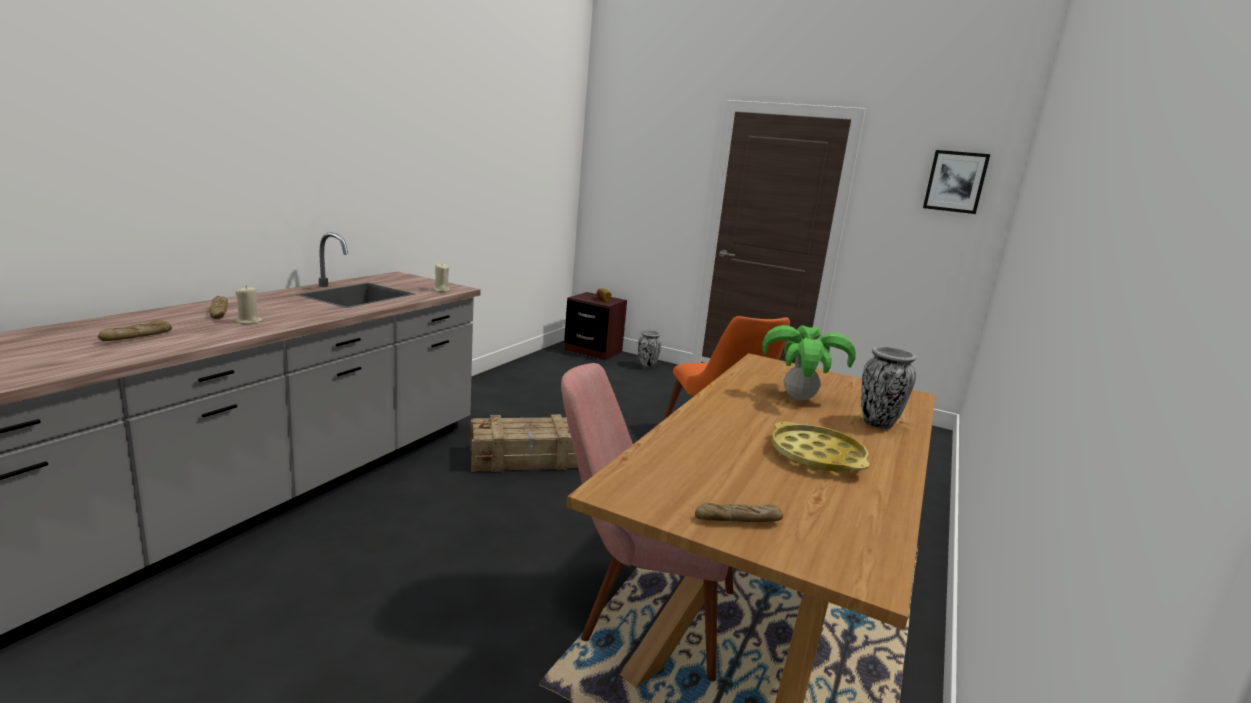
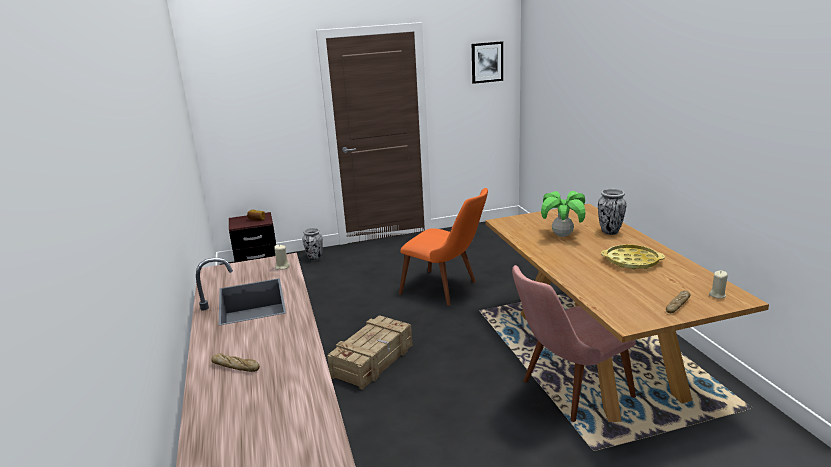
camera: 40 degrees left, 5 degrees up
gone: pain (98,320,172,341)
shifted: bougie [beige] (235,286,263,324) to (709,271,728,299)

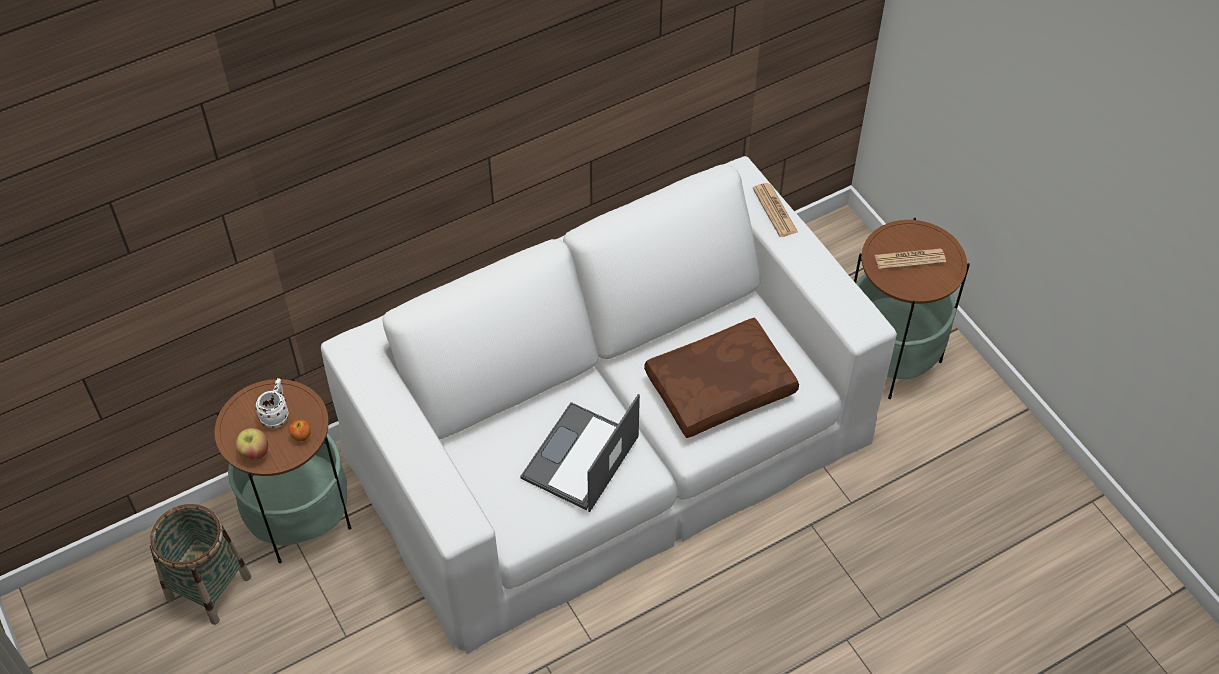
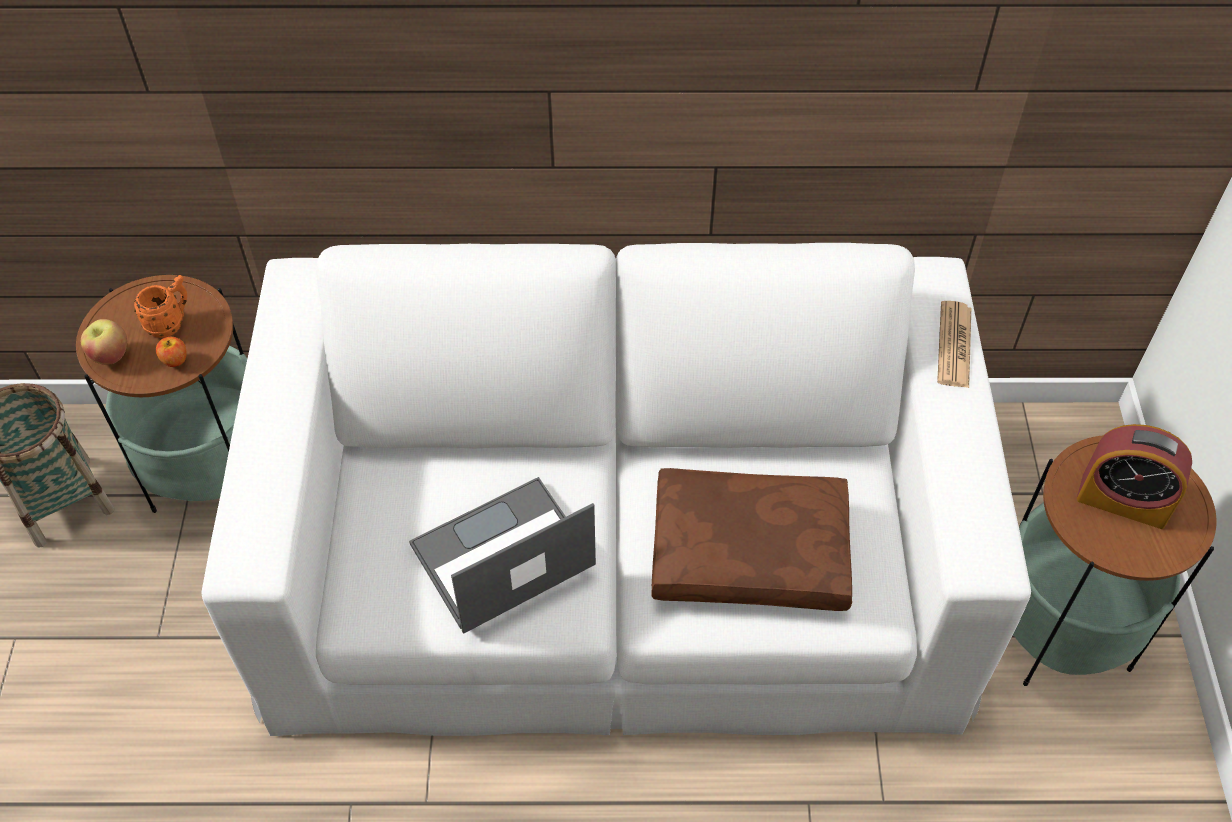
camera: 30 degrees right, 0 degrees up
swapped: journal (875,248,946,270) to réveil (1077,424,1192,529)
repainted: mug [blanc] (255,378,289,428) to mug [orange] (134,275,187,338)

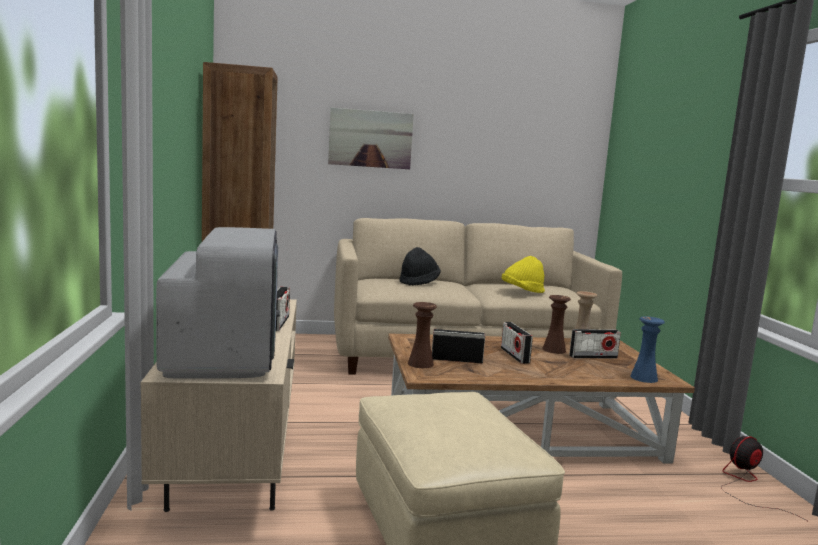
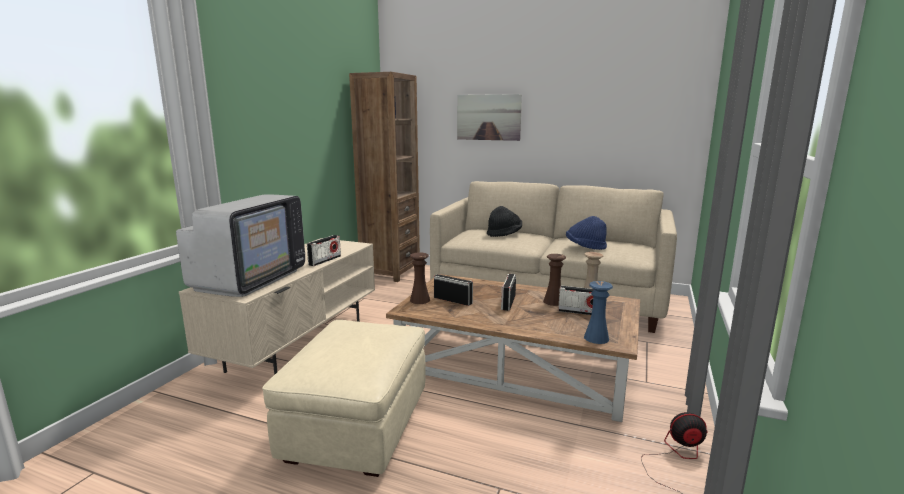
camera: 30 degrees right, 5 degrees up
repainted: chapeau [jaune] (502,256,545,293) to chapeau [bleu] (566,216,607,250)

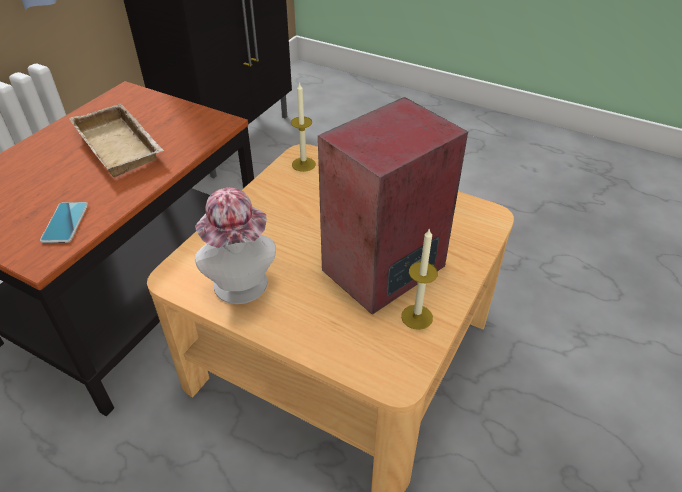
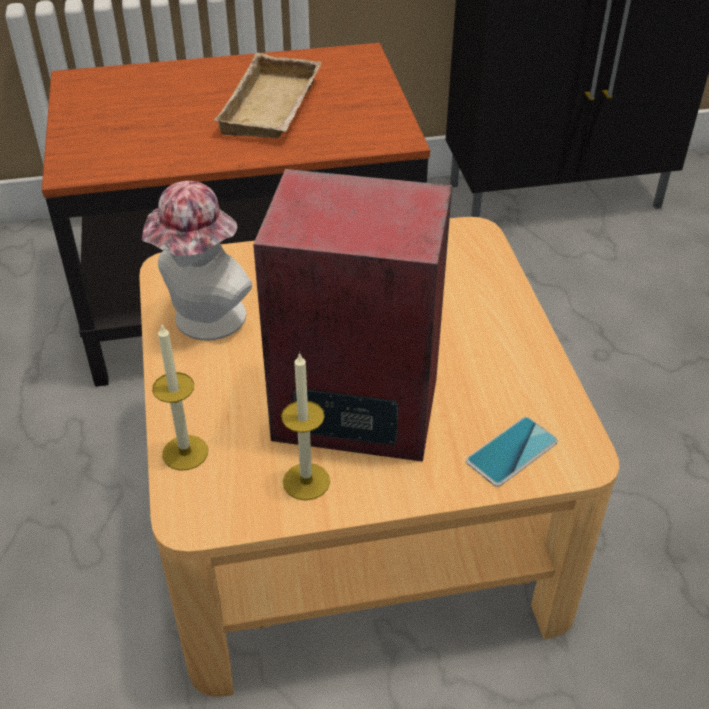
camera: 50 degrees right, 0 degrees up
shifted: téléphone (40,202,88,243) to (466,417,558,487); bougie (291,82,316,172) to (152,325,208,471)

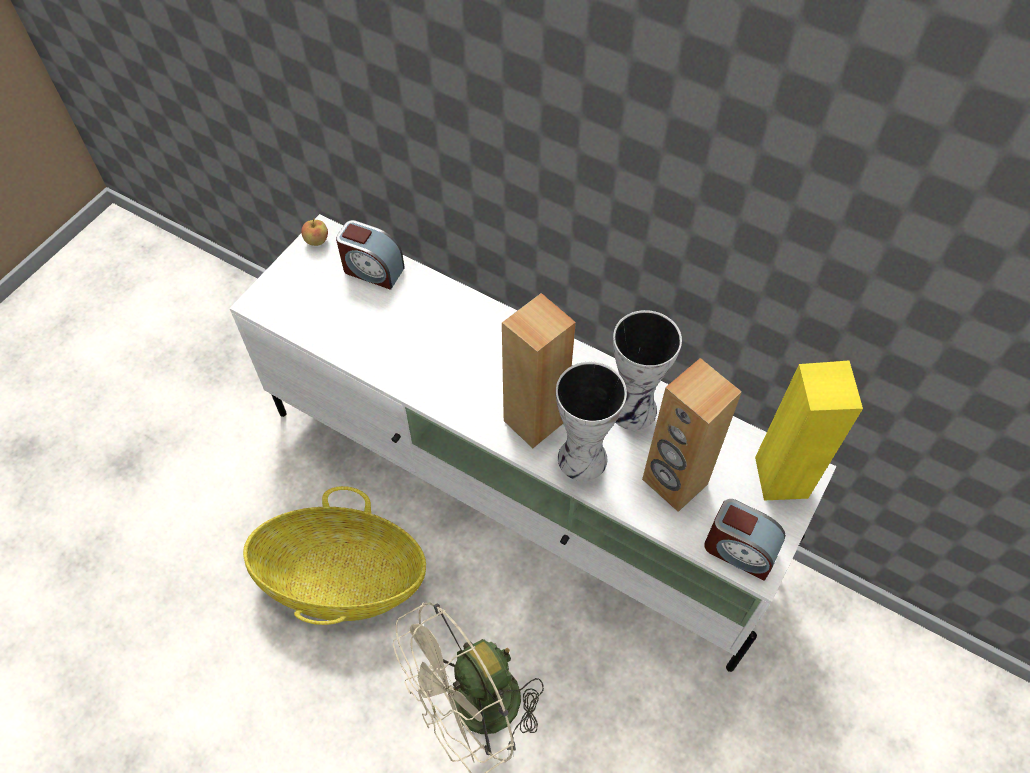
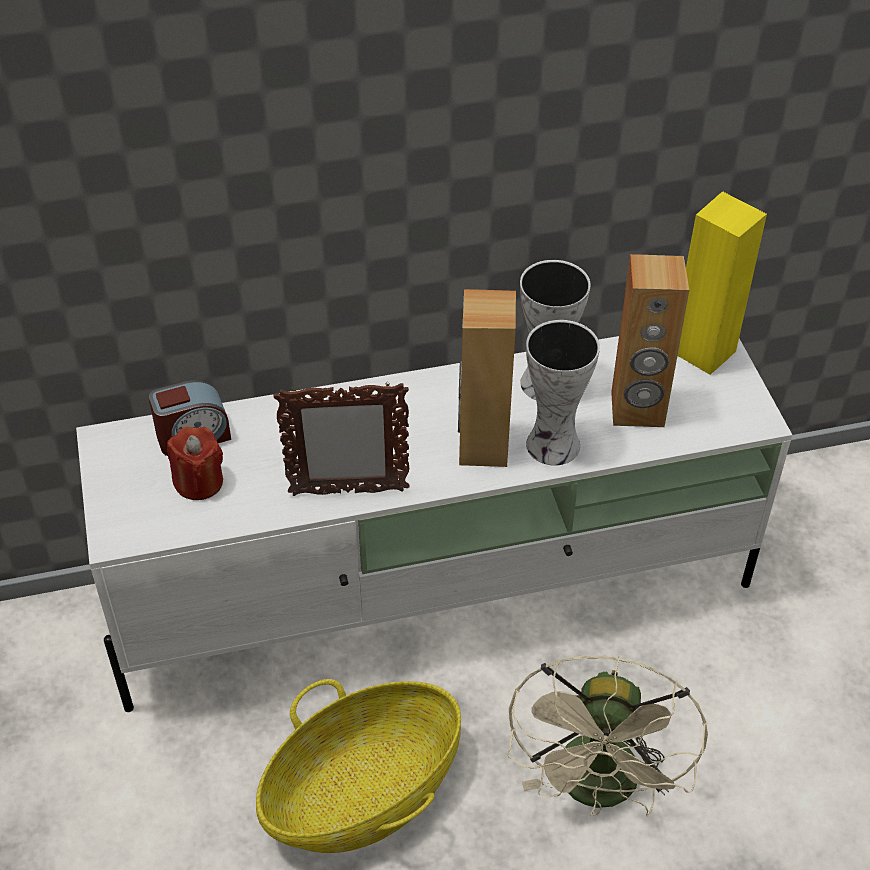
camera: 45 degrees left, 10 degrees down
gone: pomme (301,218,328,246); réveil (704,499,786,581)
new: bougie [rouge] (167,427,223,500); cadre photo (273,382,410,496)

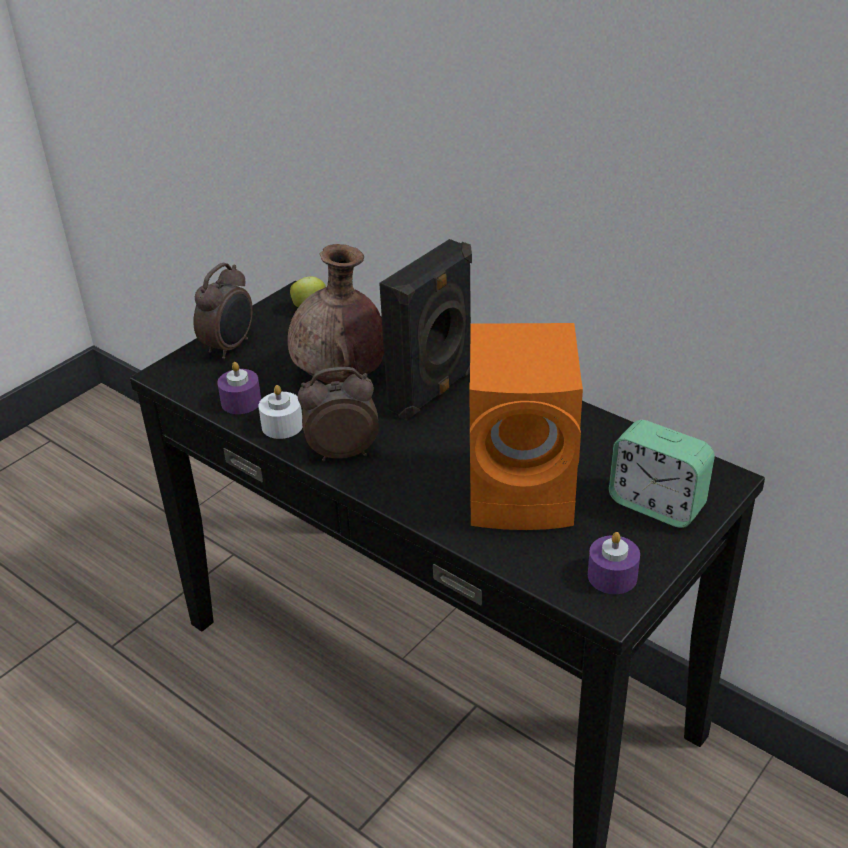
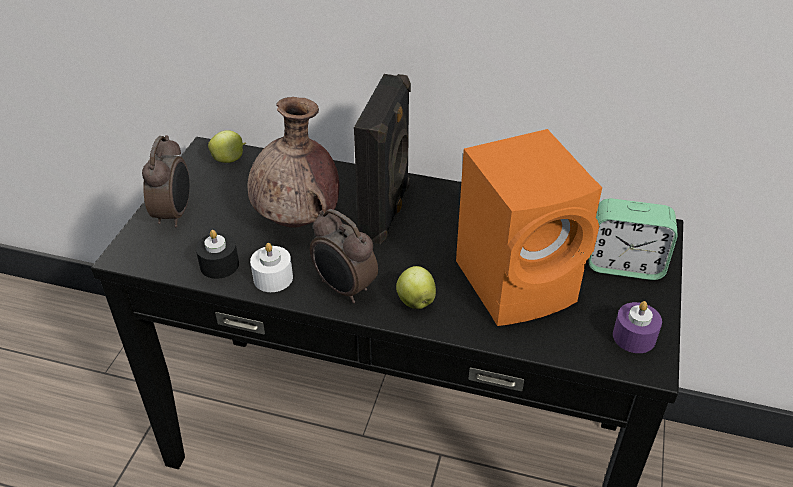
camera: 25 degrees left, 5 degrees up
new: pomme (396,266,436,309)
repainted: bougie [violet] (217,362,261,414) to bougie [noir] (196,230,239,279)
rotated: réveil (297,367,379,461) = (310,209,378,303) 105 degrees counterclockwise

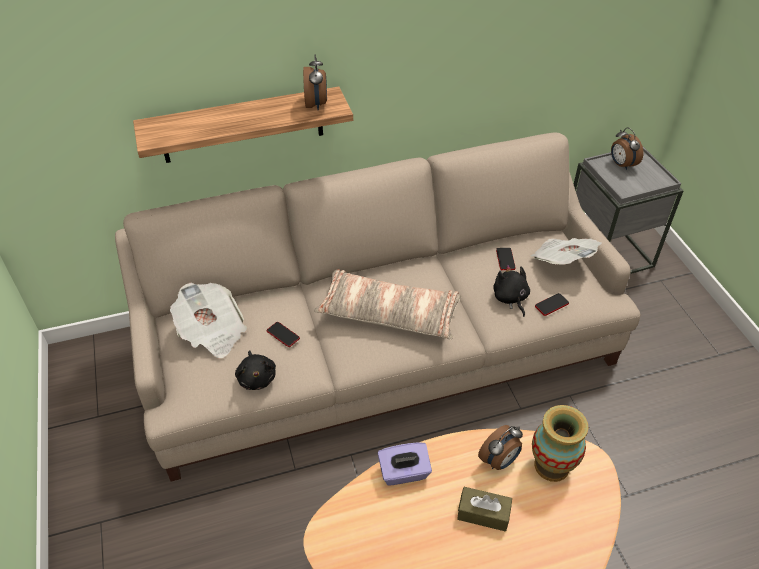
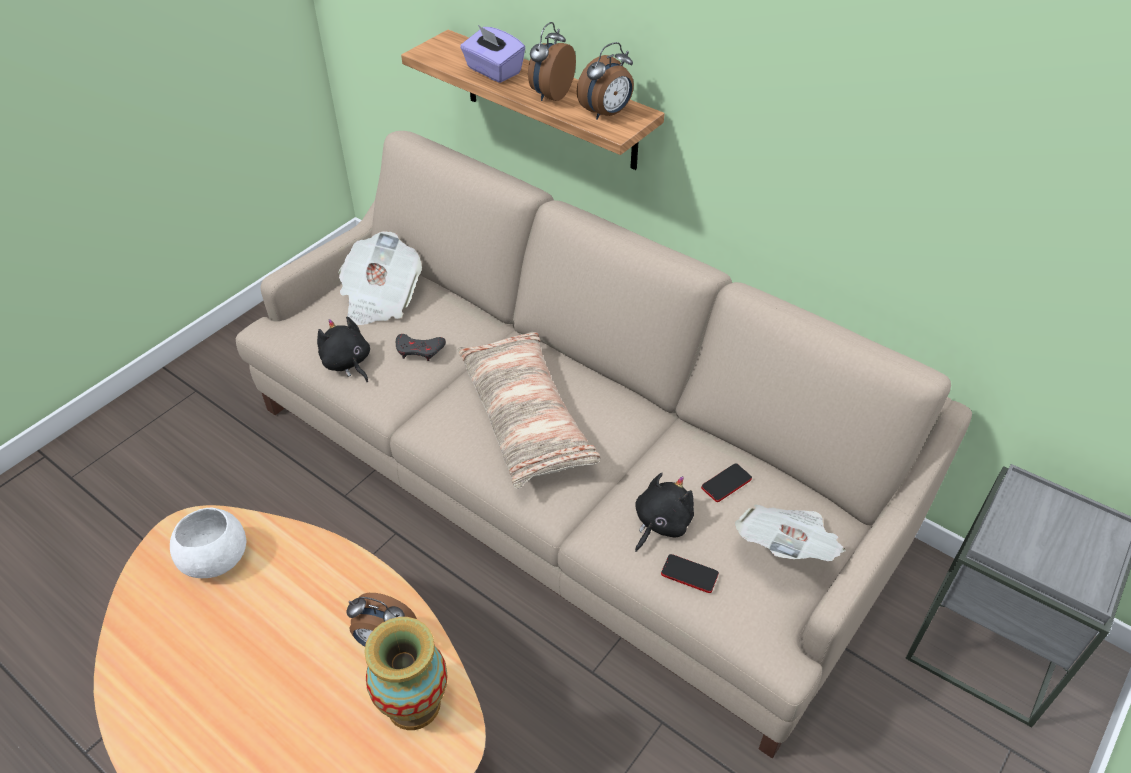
camera: 55 degrees right, 0 degrees up
gone: boîte à mouchoirs [marron] (457,487,512,532)
new: bol [blanc] (170,508,246,578)
shifted: boîte à mouchoirs [violet] (378,442,432,486) to (460,25,525,83); réveil (611,127,643,170) to (528,22,576,101)
swapped: téléphone (267,322,300,347) to manette [gris] (396,334,446,361)
rotated: peluche [noir] (235,350,276,390) = (317,317,370,382) 105 degrees clockwise

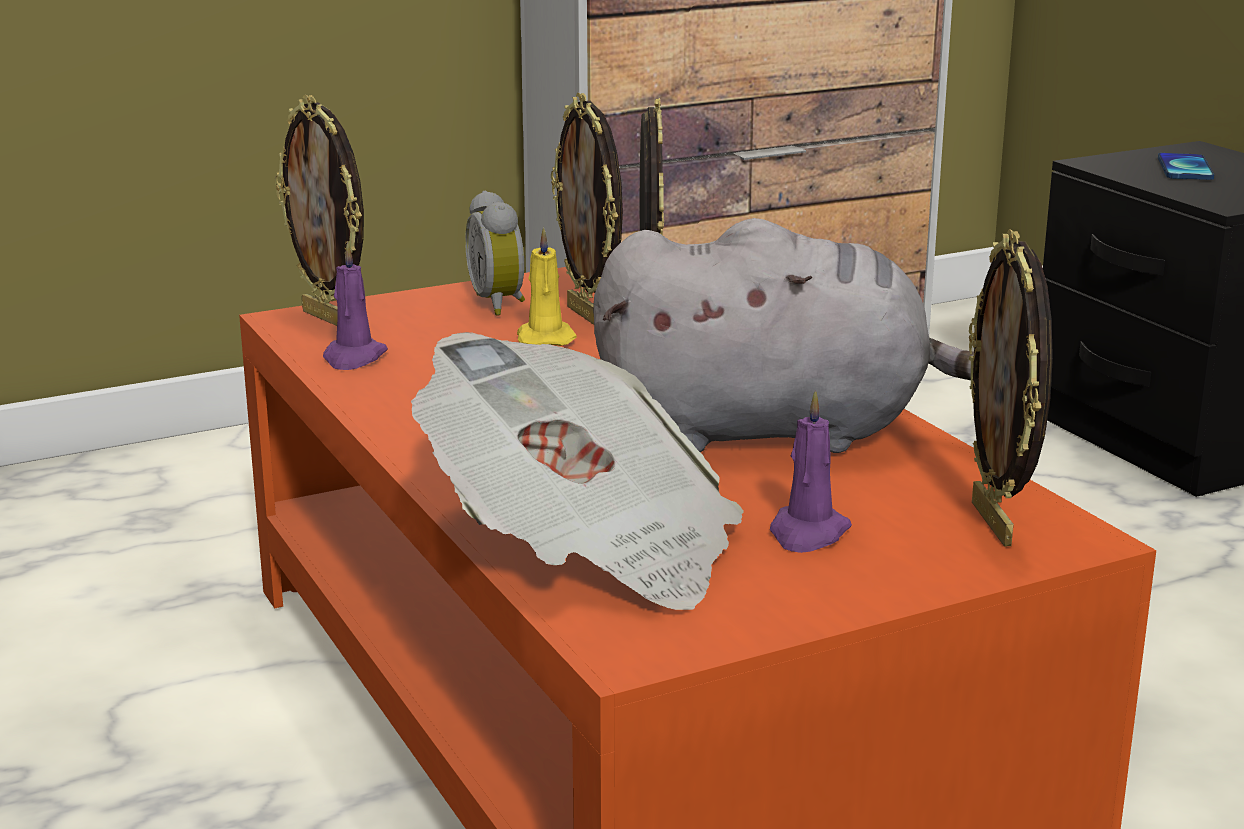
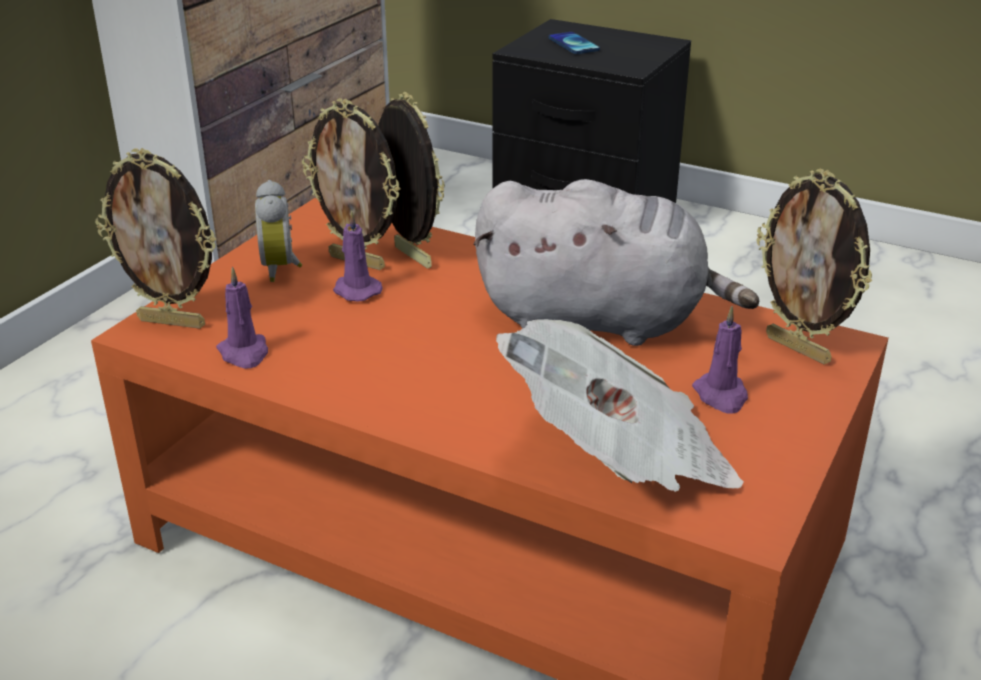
camera: 35 degrees left, 10 degrees up
repainted: bougie [jaune] (517,227,577,346) to bougie [violet] (333,210,383,302)
rotated: réveil (465,191,525,316) = (255,180,302,282) 45 degrees clockwise; peluche [gris] (593,218,974,453) = (473,179,759,346) 45 degrees clockwise

